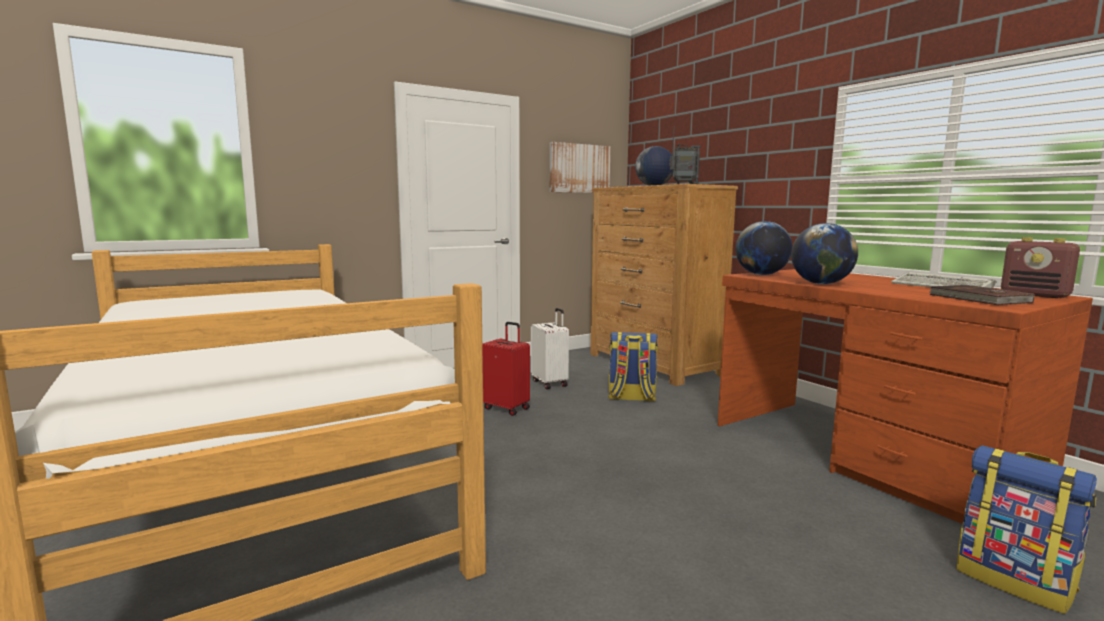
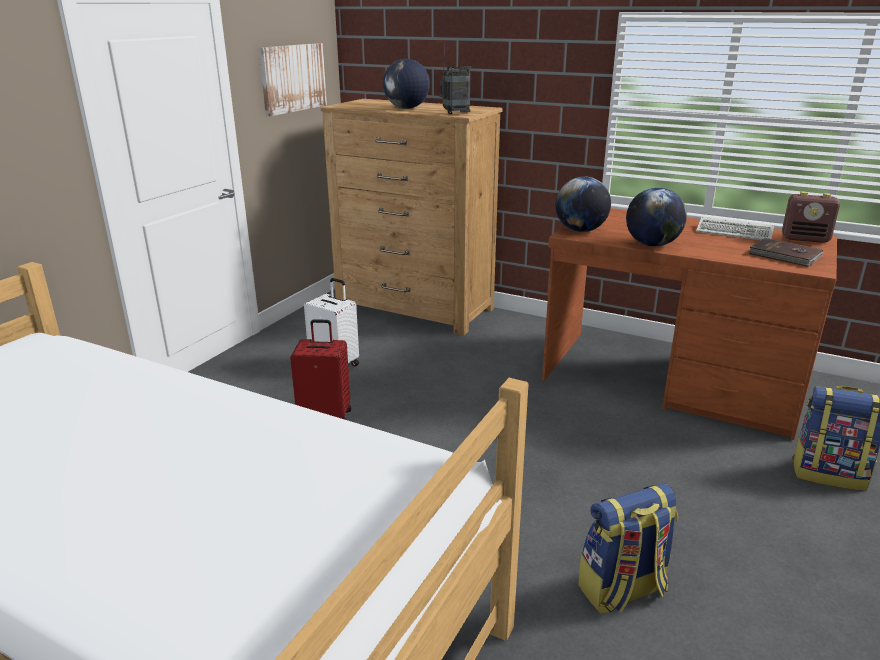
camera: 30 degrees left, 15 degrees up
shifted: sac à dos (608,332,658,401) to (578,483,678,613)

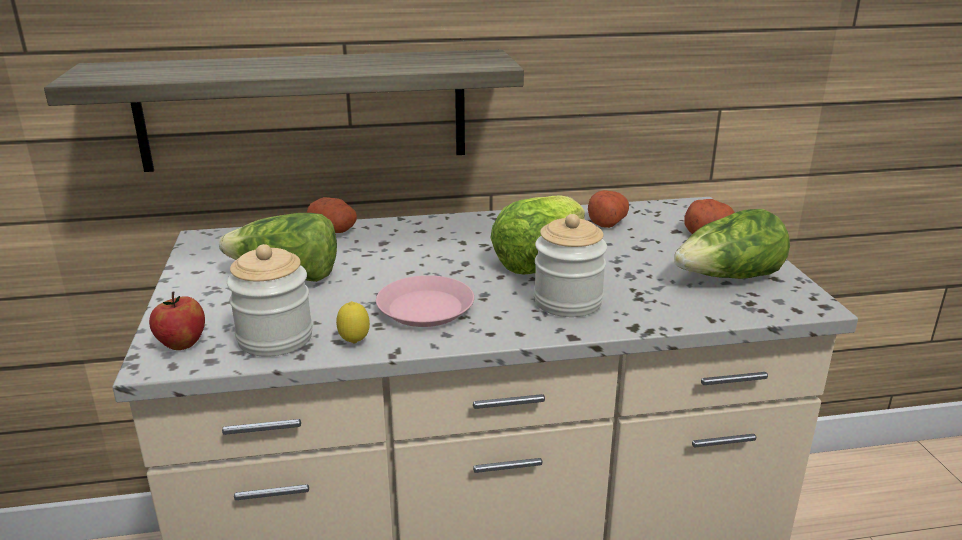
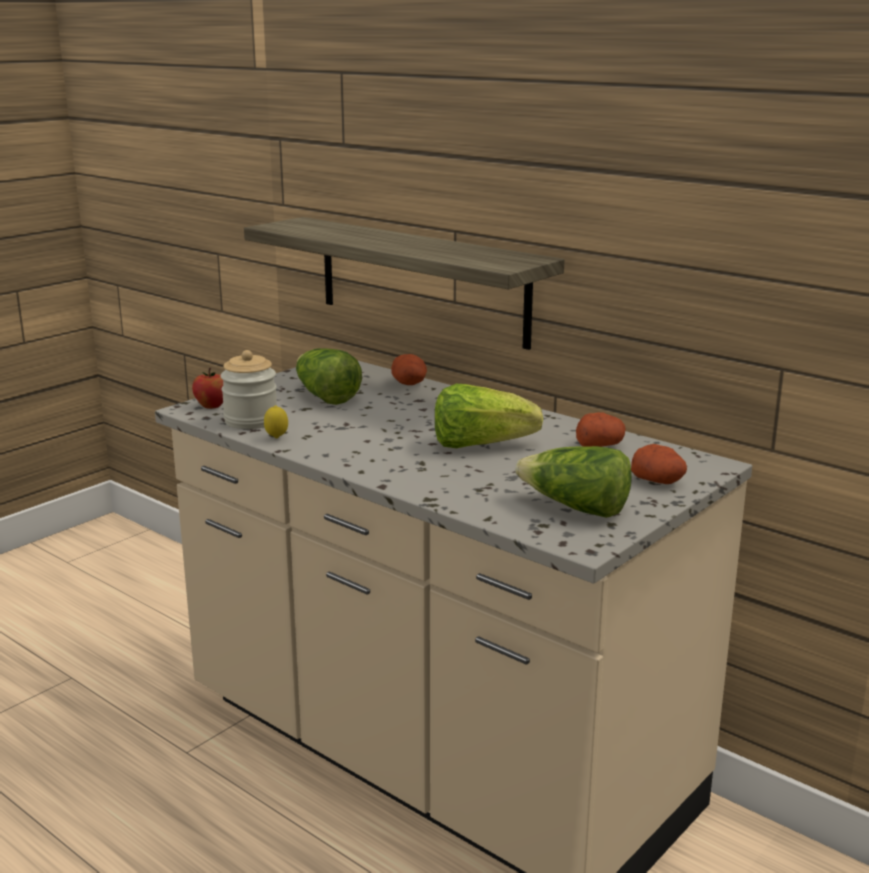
camera: 50 degrees right, 5 degrees down
gone: assiette [rose] (376,275,474,327); bocal (534,214,607,317)

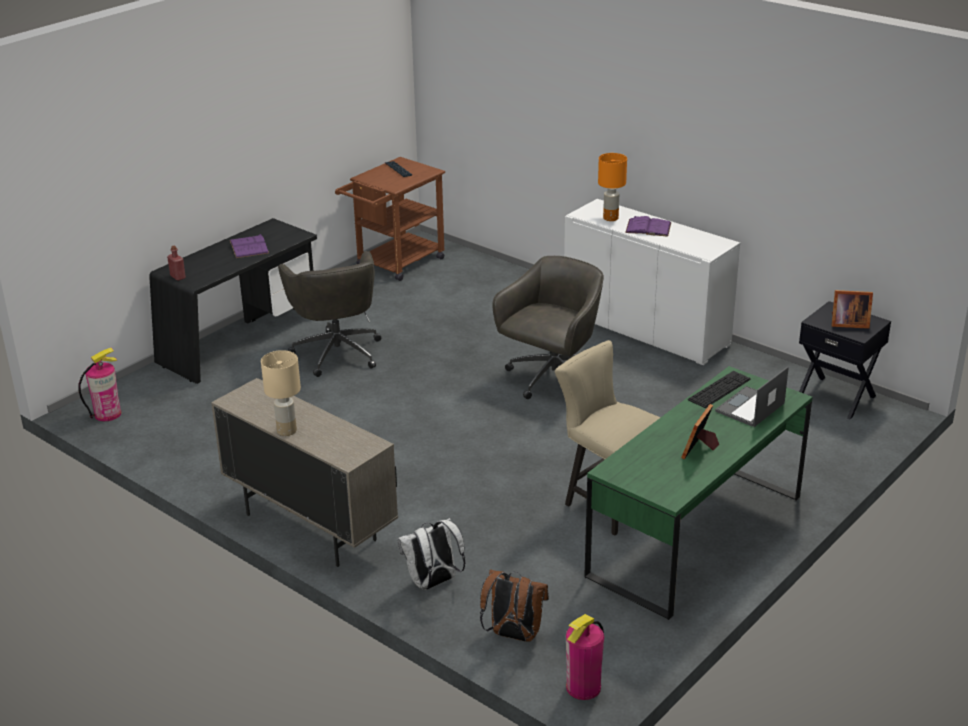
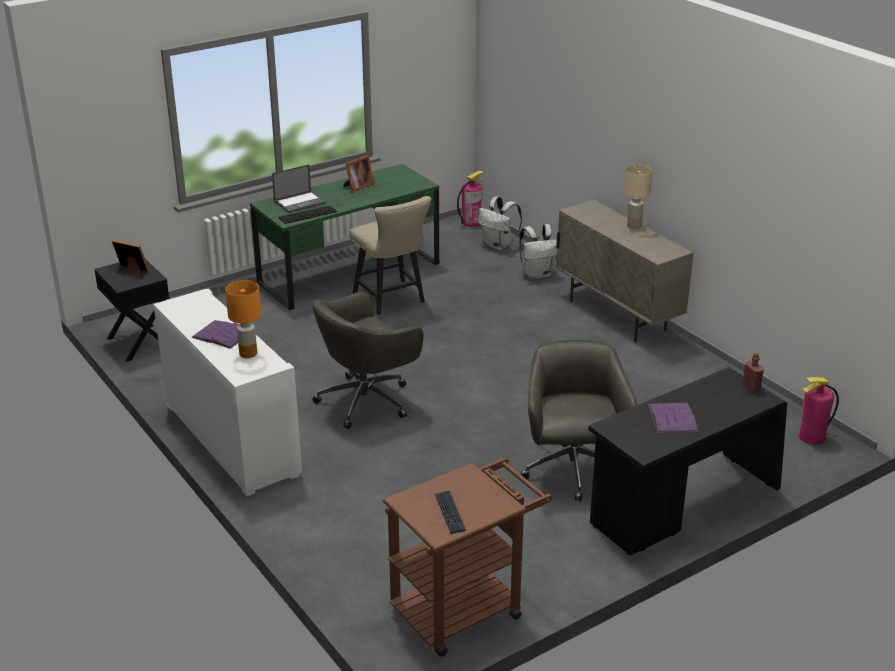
camera: 165 degrees left, 0 degrees up
repainted: sac à dos [marron] (480,569,549,642) to sac à dos [blanc] (478,197,522,250)

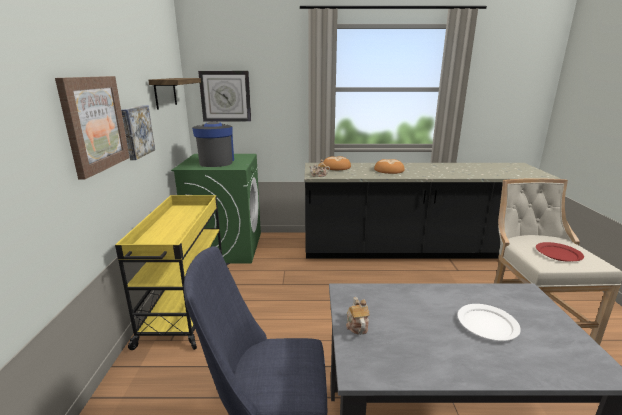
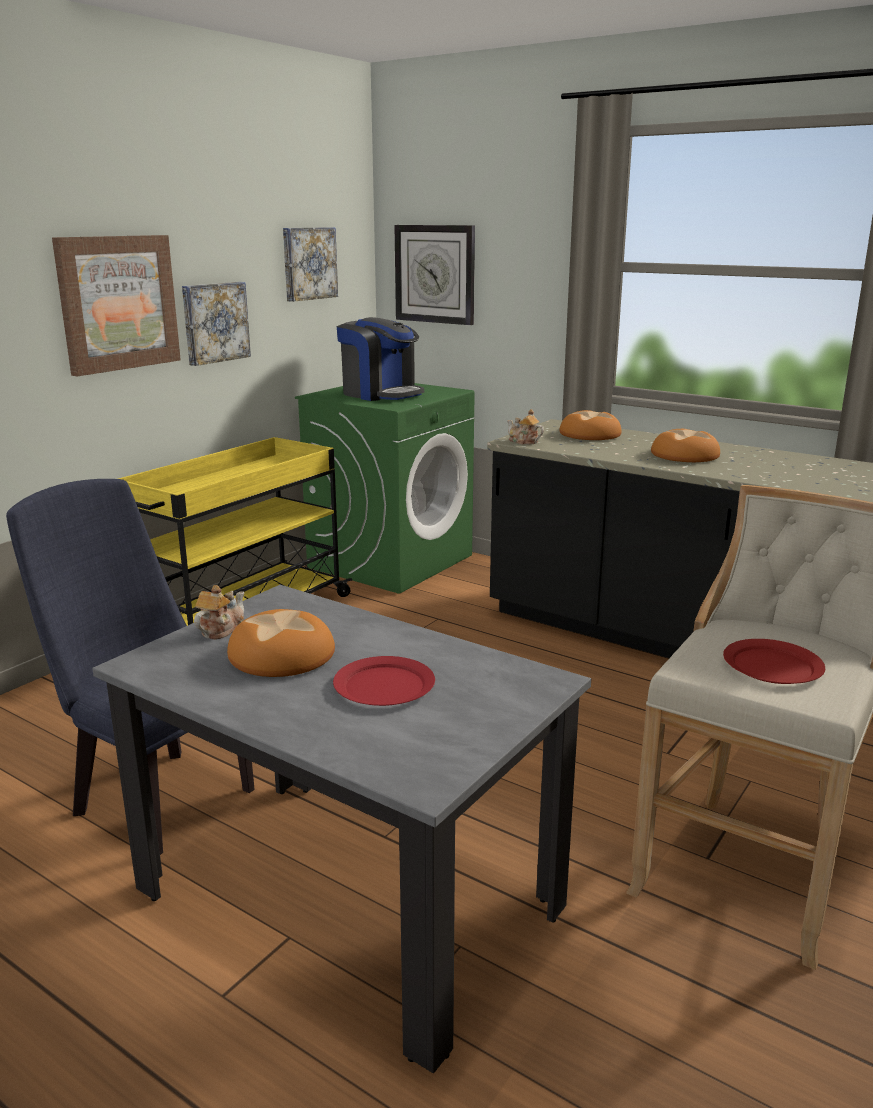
camera: 35 degrees right, 0 degrees up
new: pain (227,609,335,677)
swapped: étagère (148,78,201,110) to tableau (283,227,338,302)
repainted: assiette [blanc] (458,304,521,341) to assiette [rouge] (333,656,435,706)
rotated: machine à café (192,121,234,167) = (337,317,424,401) 105 degrees clockwise

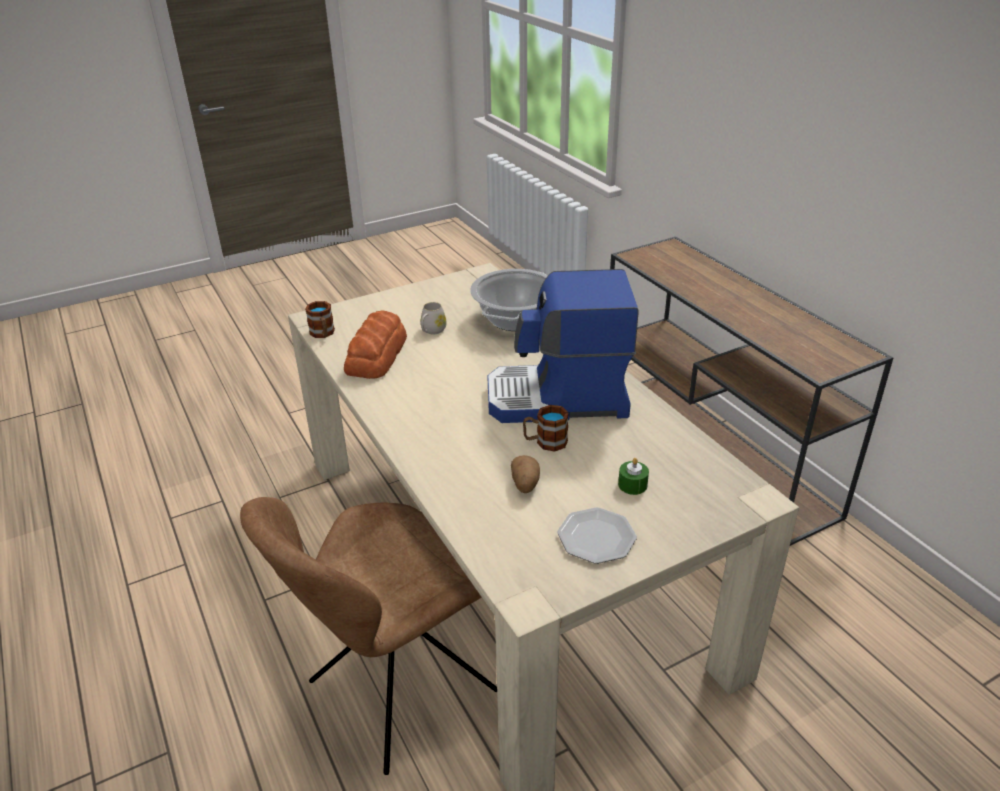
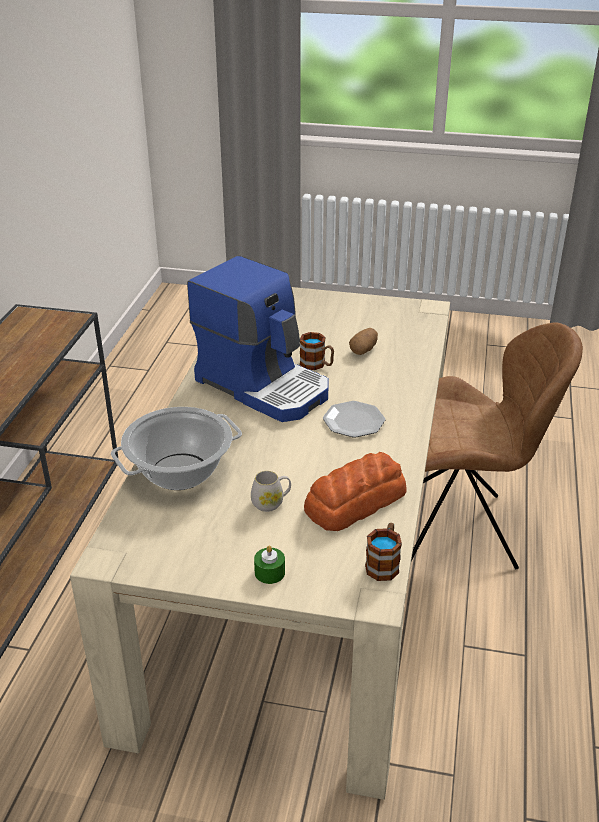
camera: 140 degrees left, 0 degrees up
shifted: assiette (557,507,637,564) to (323,401,385,438); bougie [vert] (618,458,649,495) to (254,545,285,584)

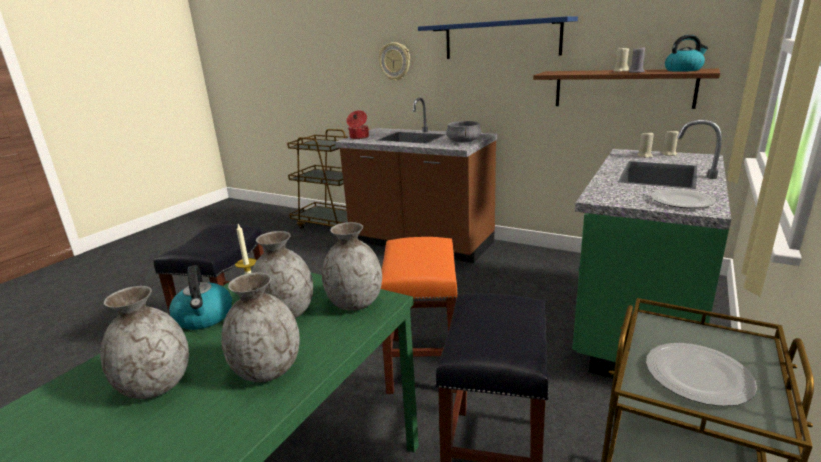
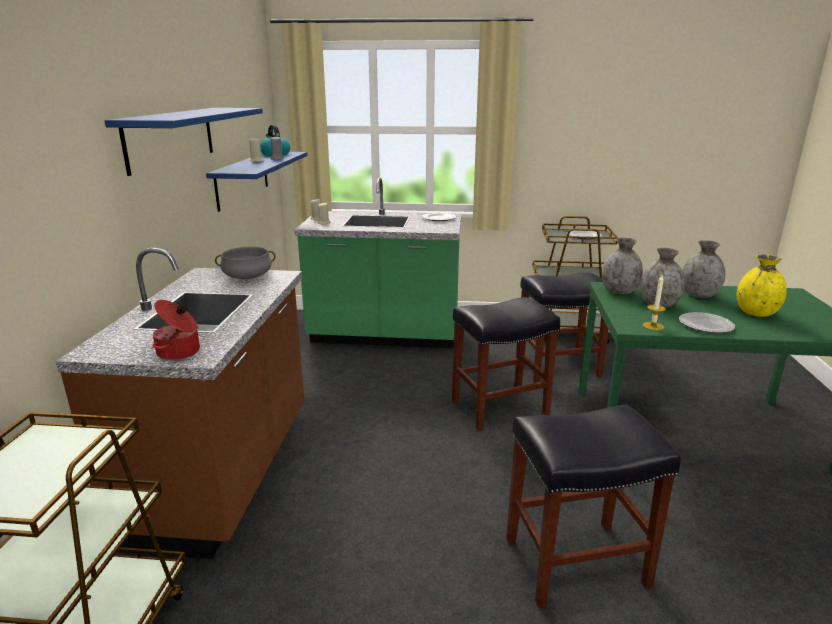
camera: 115 degrees left, 0 degrees up
gone: horloge murale (378,42,410,81)
swapped: bouilloire (169,265,232,330) to assiette (679,312,735,333)
repainted: vase [gris] (100,286,189,399) to vase [jaune] (736,254,787,317); tabouret [orange] (381,237,458,394) to tabouret [noir] (452,297,560,431); étagère [marron] (533,69,720,109) to étagère [bleu] (206,152,307,212)

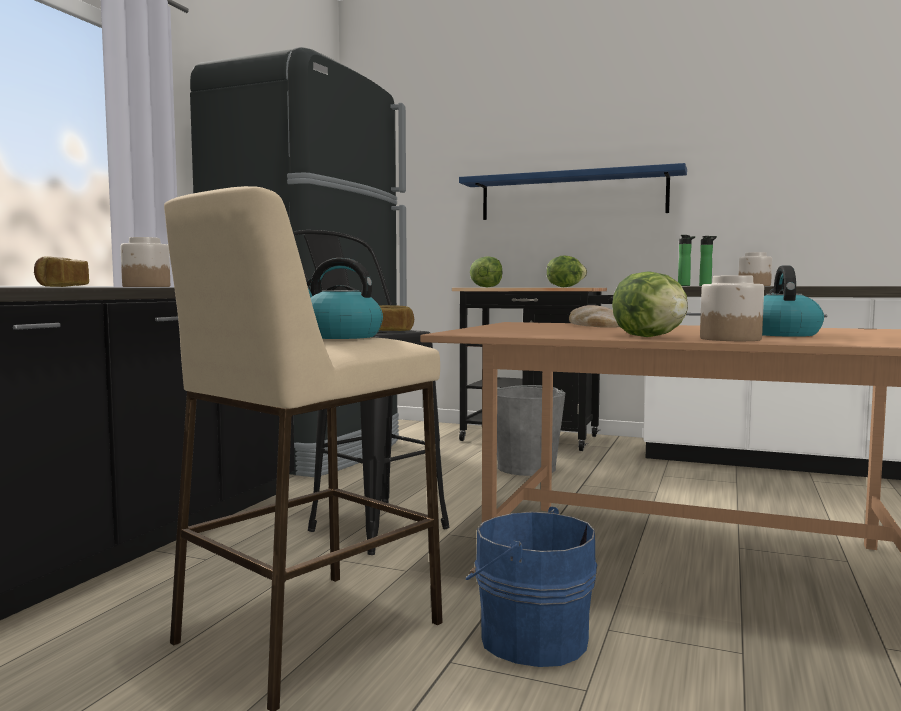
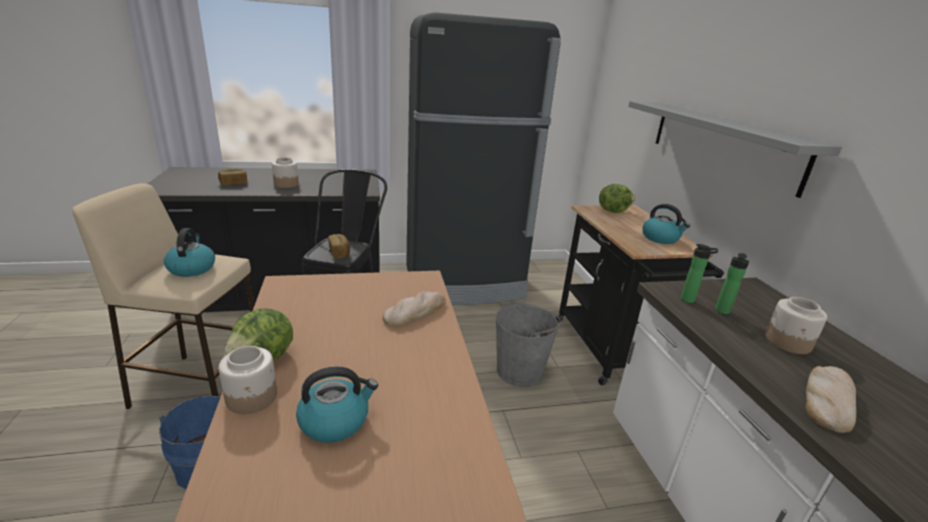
camera: 55 degrees right, 20 degrees up
new: pain (805,366,856,433)
swapped: laitue (546,255,587,287) to bouilloire (642,204,690,244)
repainted: étagère [bleu] (459,163,687,220) to étagère [gris] (628,101,842,198)

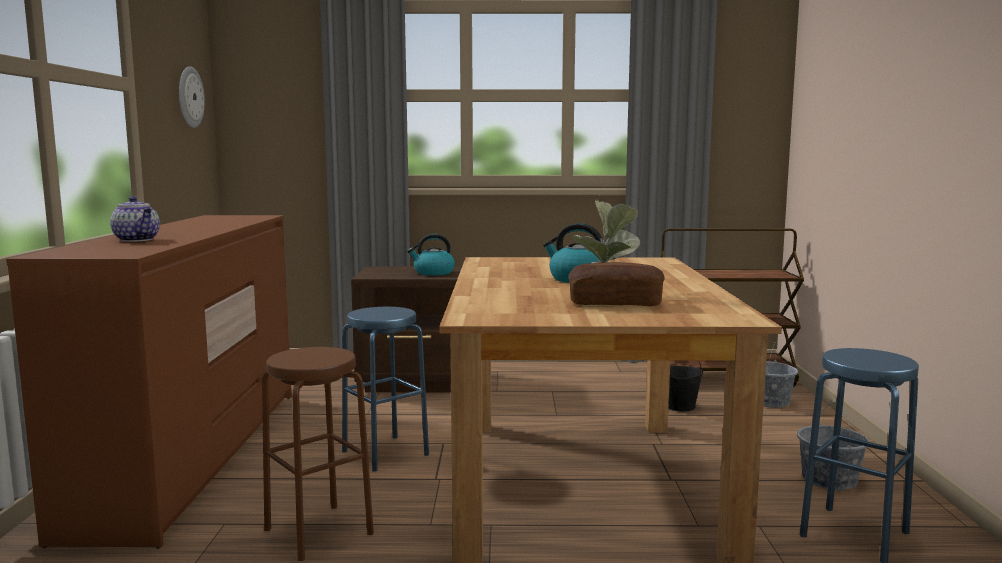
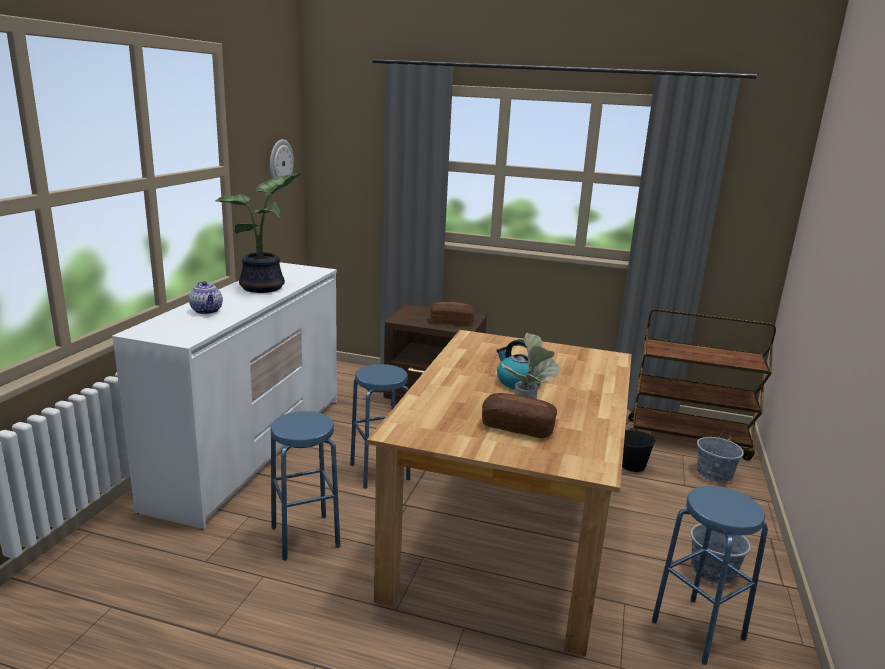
camera: 15 degrees right, 10 degrees up
new: plante en pot (215,173,301,293)
swapped: bouilloire (407,234,455,276) to pain (430,302,475,324)
repainted: commode [marron] (6,215,292,549) to commode [blanc] (112,262,337,529); tabouret [marron] (262,347,374,561) to tabouret [bleu] (271,411,340,561)

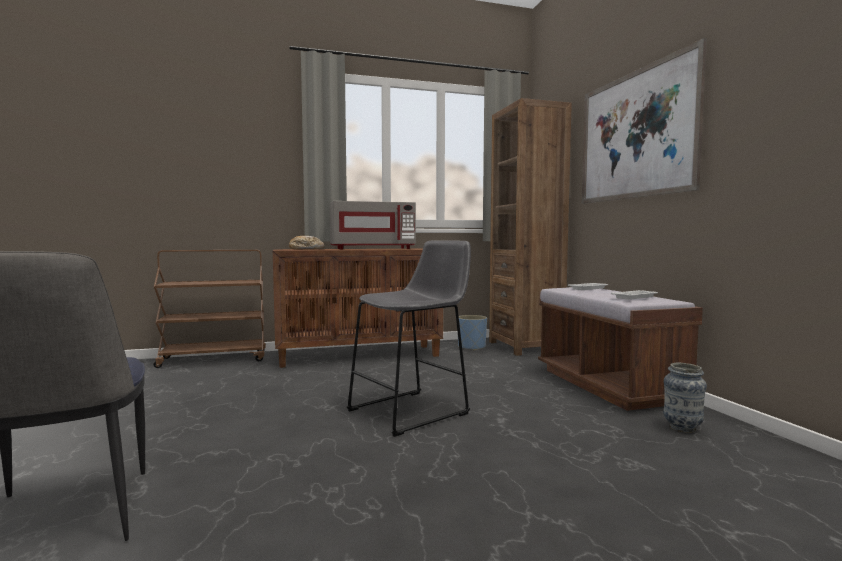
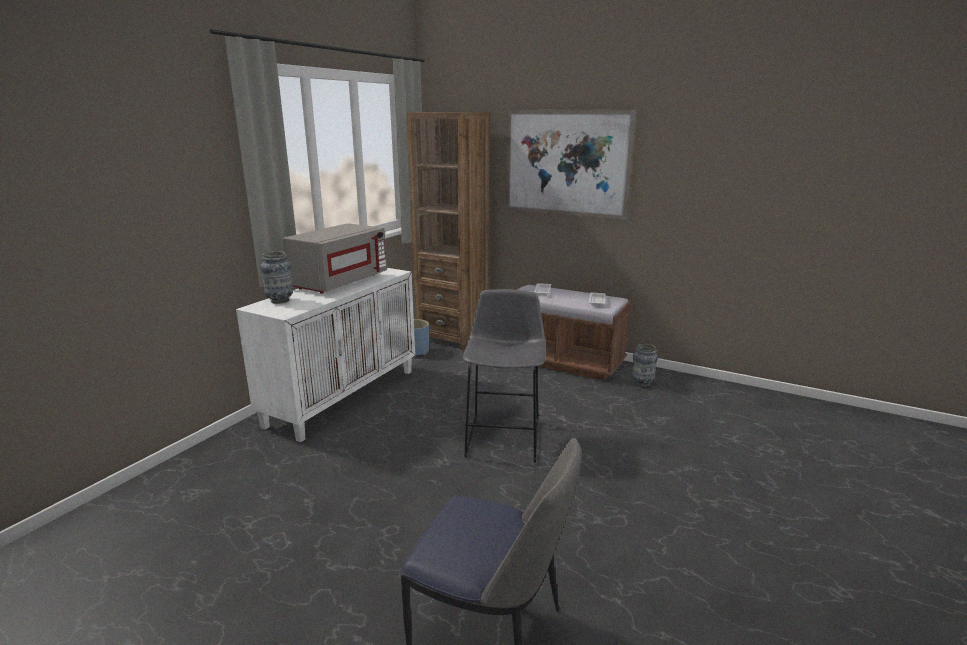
camera: 45 degrees left, 15 degrees up
gone: chariot [marron] (153,250,266,368)
swapped: pain (289,236,324,250) to vase (260,251,293,304)
repainted: meuble de rangement [marron] (273,249,443,368) to meuble de rangement [blanc] (236,268,415,442)

